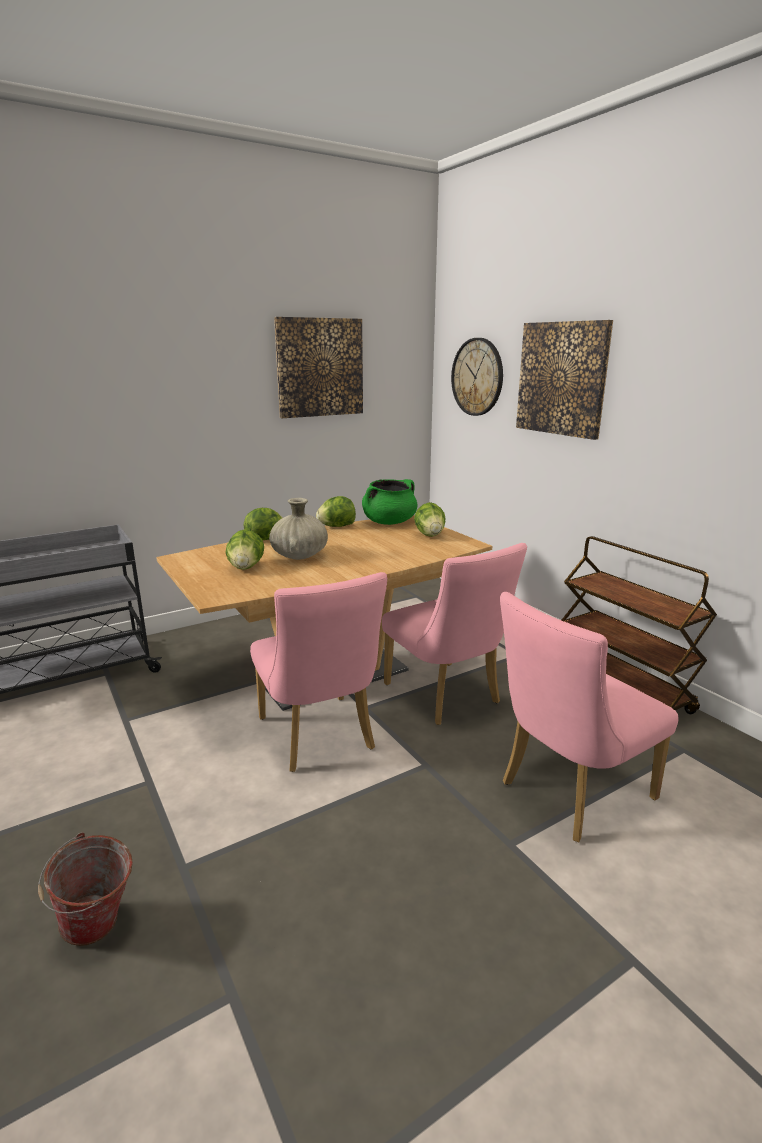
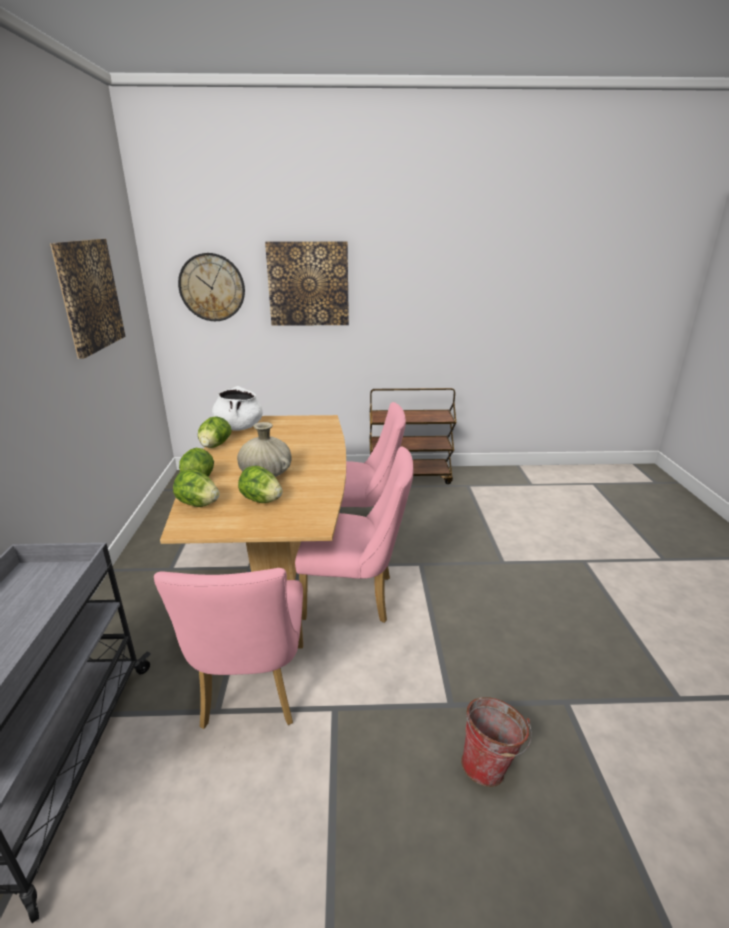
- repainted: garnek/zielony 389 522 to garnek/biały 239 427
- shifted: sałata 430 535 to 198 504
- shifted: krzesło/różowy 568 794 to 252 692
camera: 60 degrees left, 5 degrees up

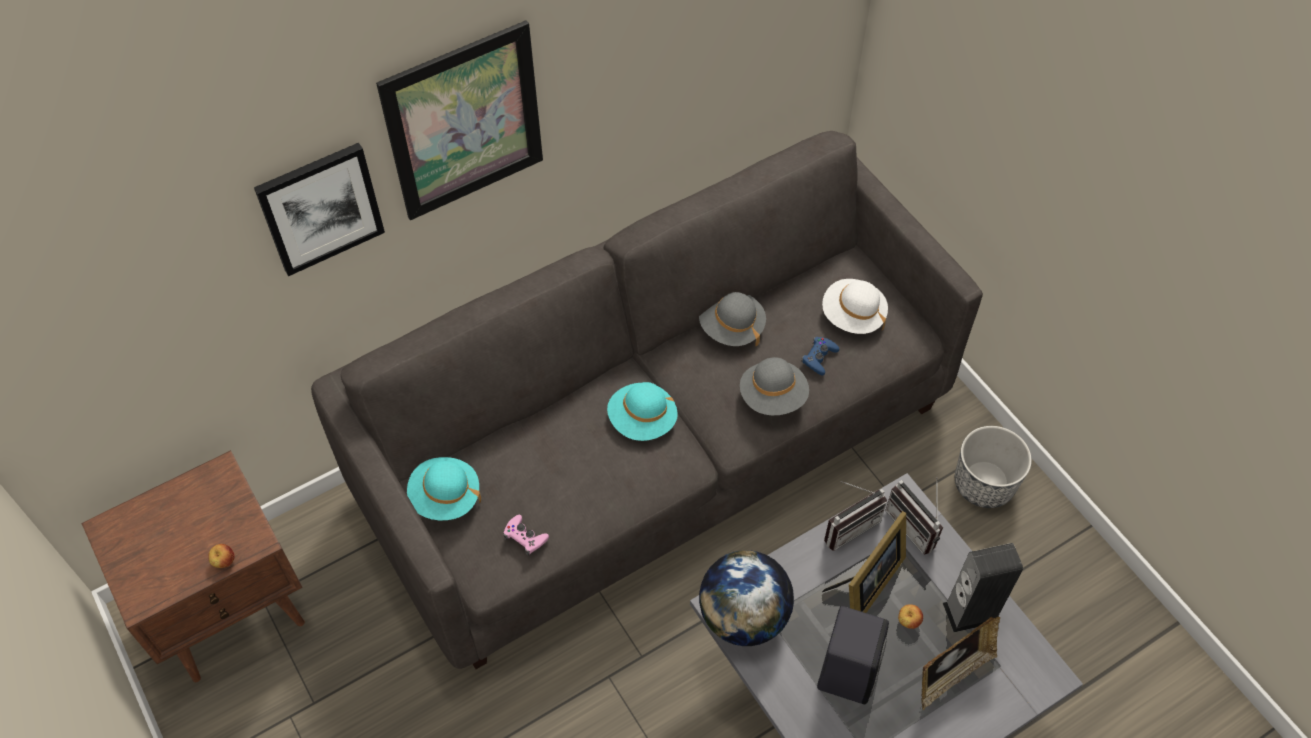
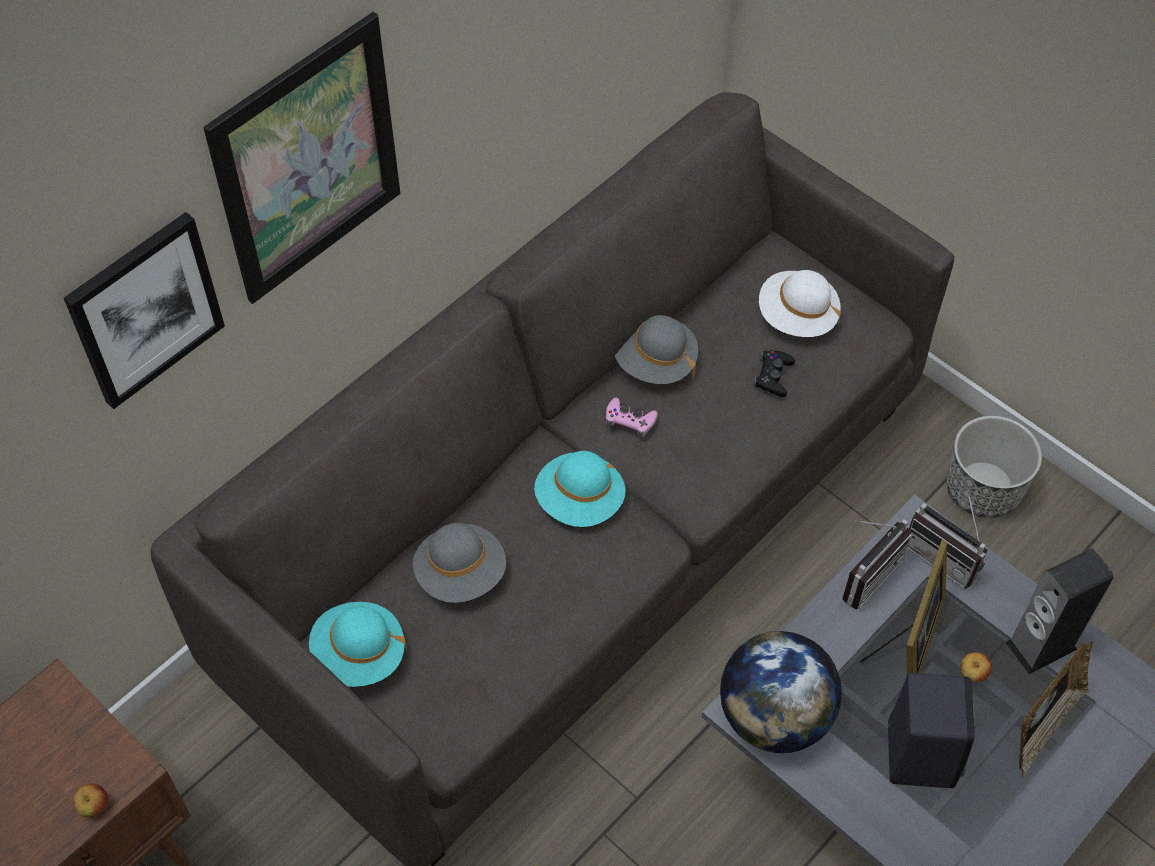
- repainted: pad do gier/niebieski 819 357 to pad do gier/czarny 773 376
- shifted: kapelusz/szary 773 397 to 461 574
- shifted: pad do gier/różowy 525 537 to 630 420
camera: 15 degrees left, 0 degrees up

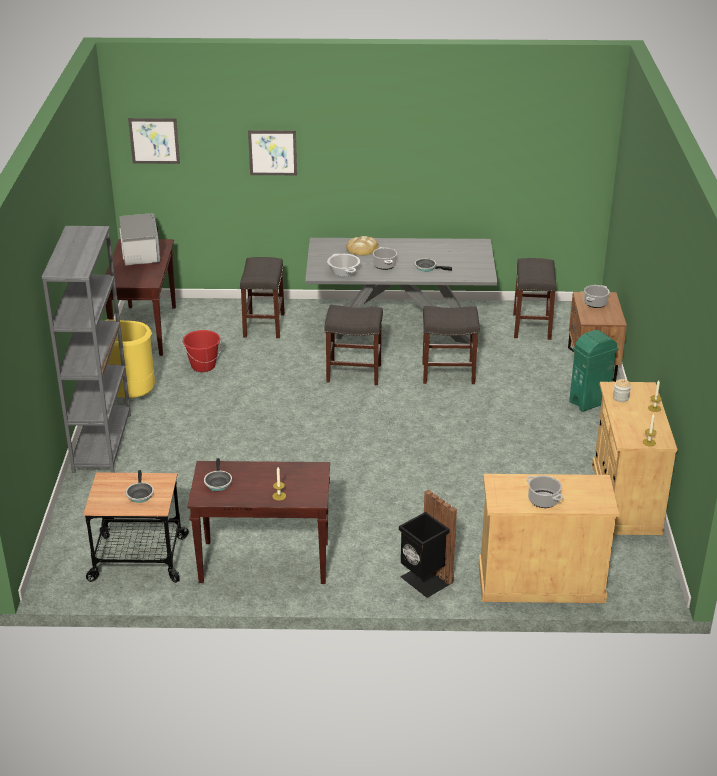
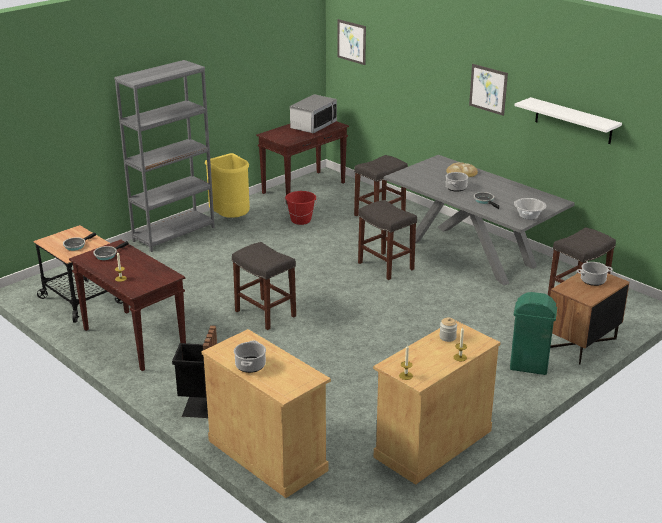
- shifted: obraz 272 152 to 488 89
- shifted: garnek 344 272 to 528 216
- shifted: stołek/szary 447 373 to 264 313
- new: półka/biały 573 121
camera: 45 degrees right, 5 degrees down

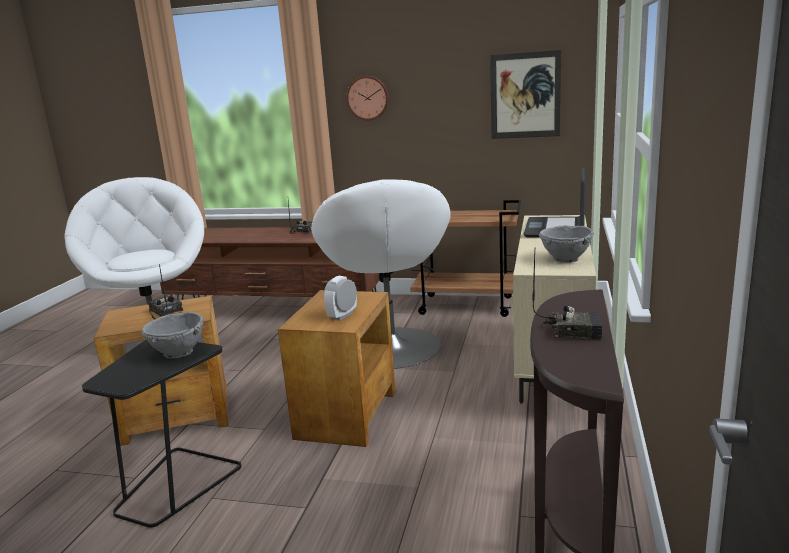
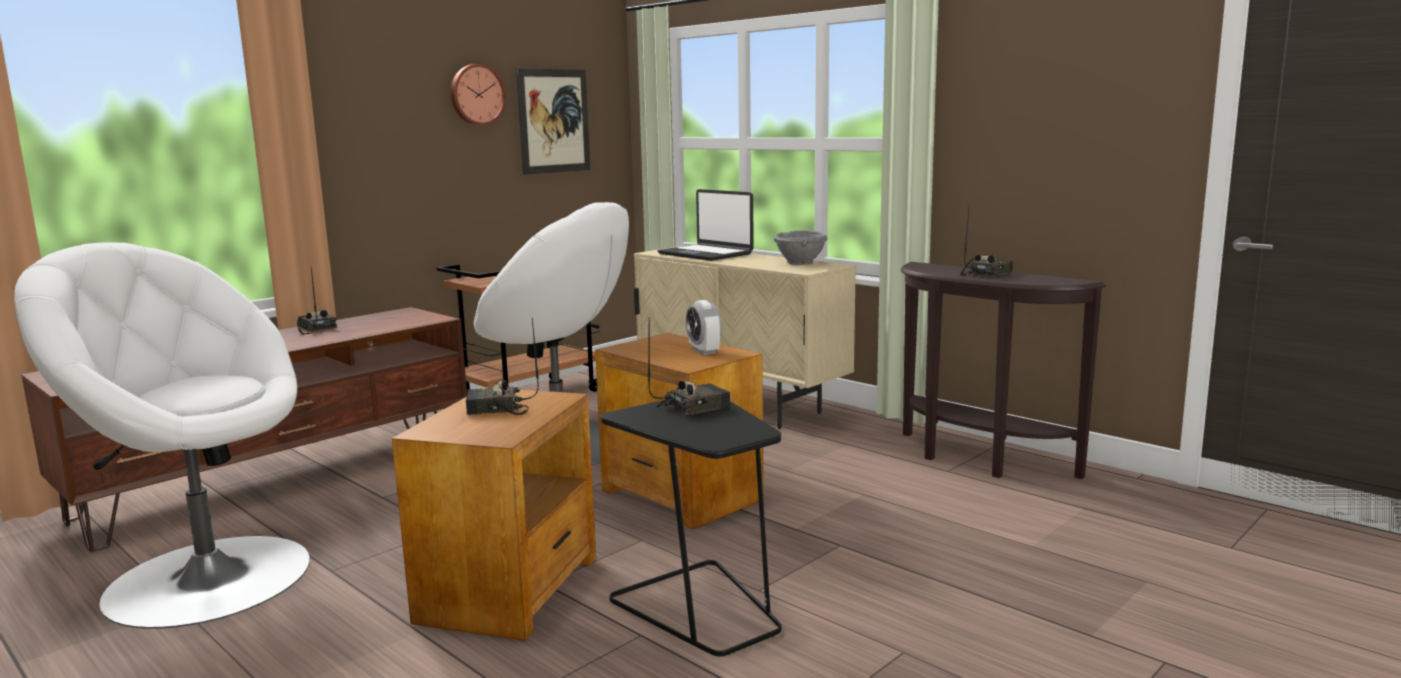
- shifted: zegar ścienny 368 98 to 476 95
- swapped: miska/szary 178 353 to radio 693 407
camera: 60 degrees left, 5 degrees down

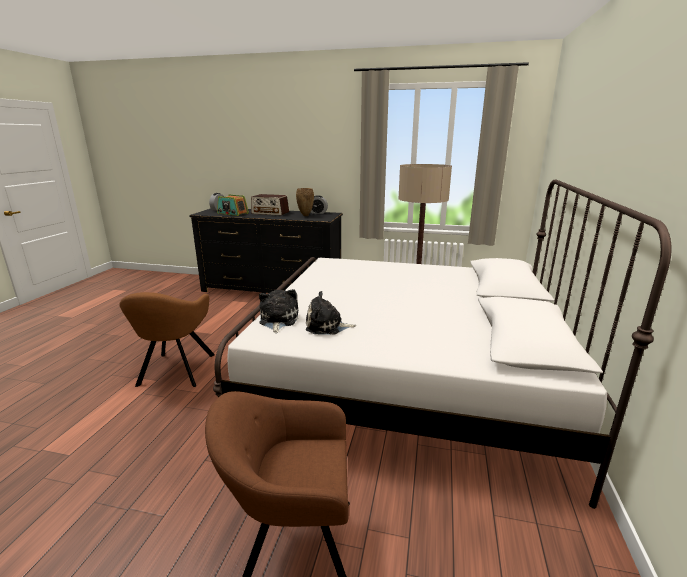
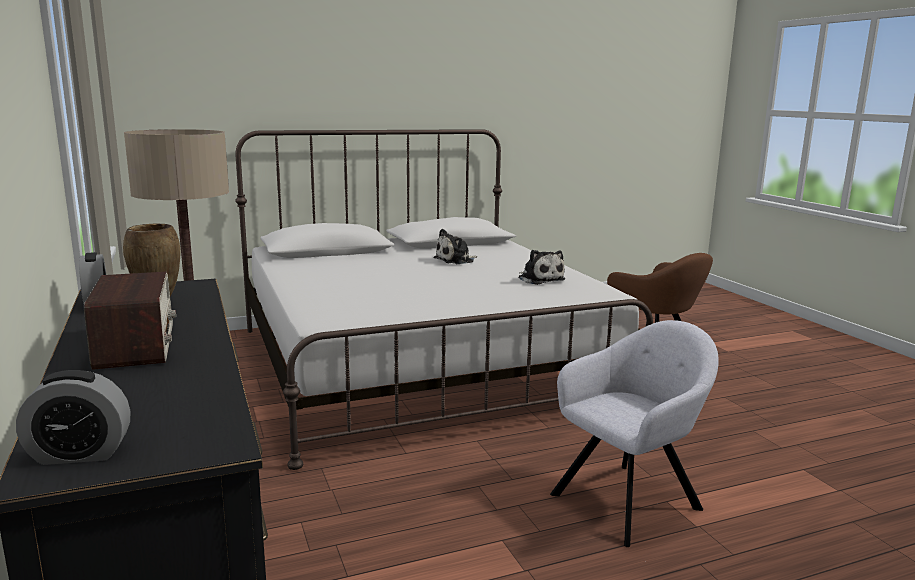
- gone: radio 232 213
- shifted: pluszak 278 320 to 456 260
- repainted: fotel/brązowy 176 371 to fotel/szary 630 499
camera: 125 degrees left, 5 degrees down

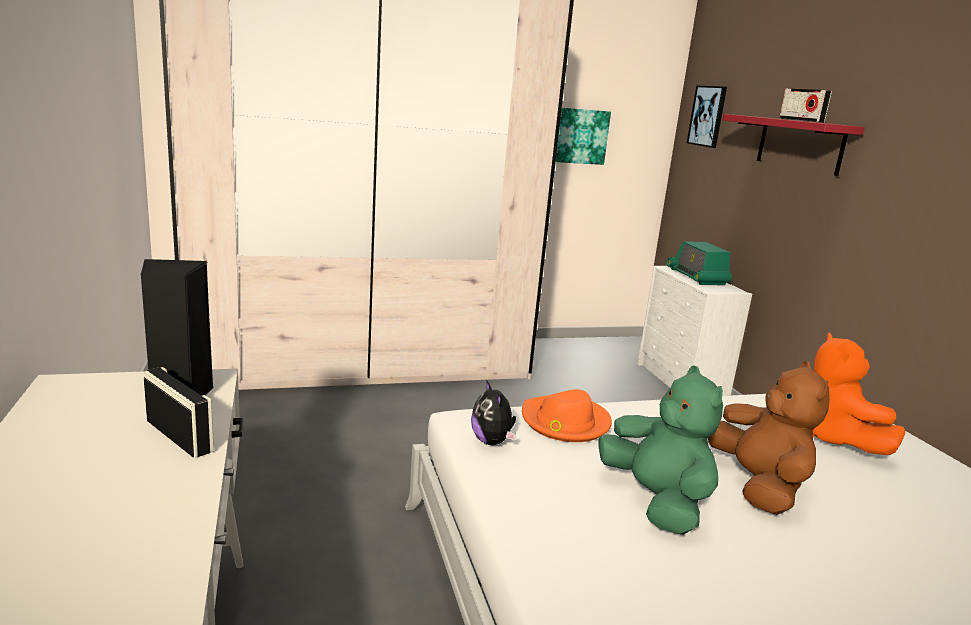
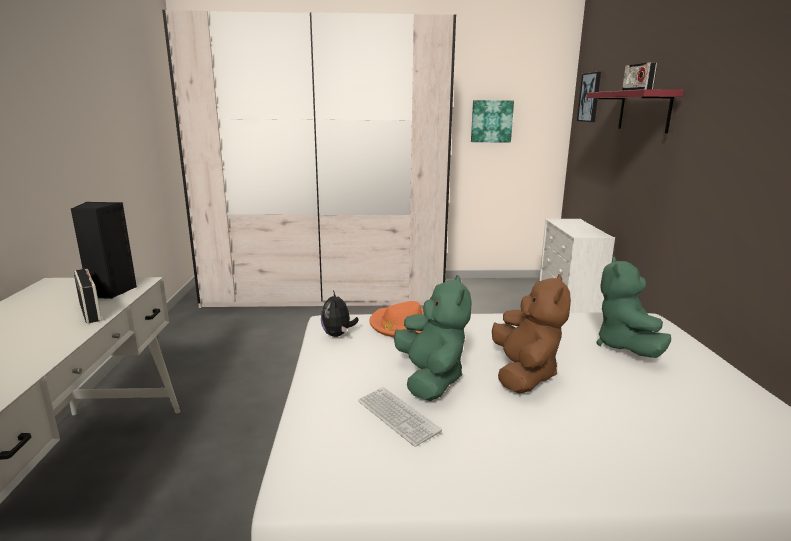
- gone: radio 697 277
- repainted: pluszak/pomarańczowy 836 440 to pluszak/zielony 626 347
- new: klawiatura 397 416
camera: 15 degrees right, 0 degrees up

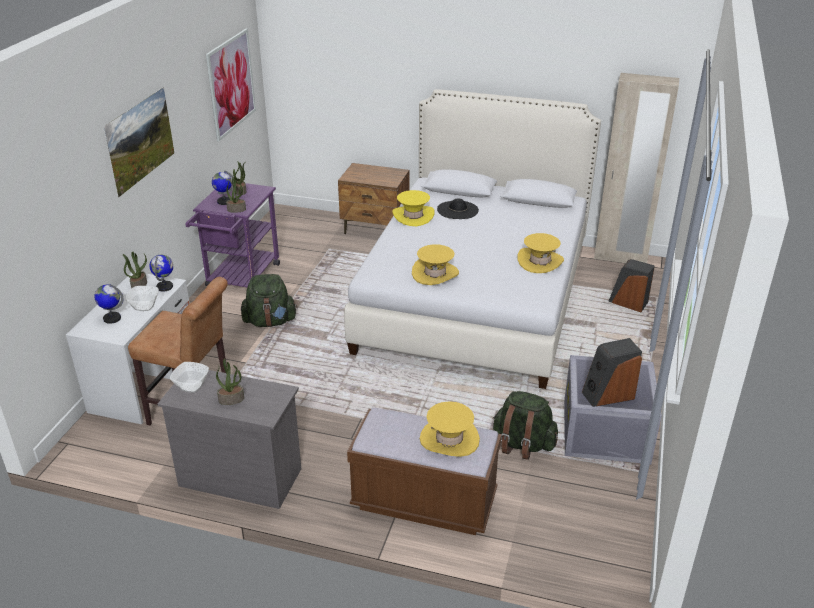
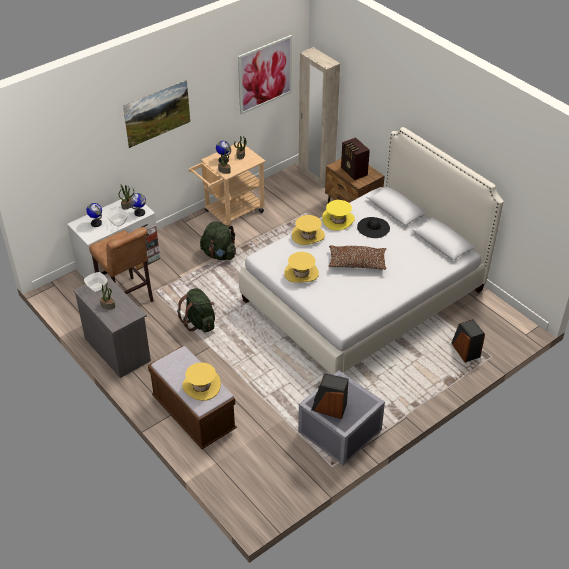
- shifted: szafa/beżowy 620 257 to 316 176
- repainted: wózek/fioletowy 240 279 to wózek/beżowy 230 213
- shifted: kapelusz/żółty 540 261 to 308 235
- shifted: plecak/zielony 522 444 to 199 322
- new: radio 354 172
- new: poduszka/brązowy 357 263
camera: 35 degrees right, 10 degrees up

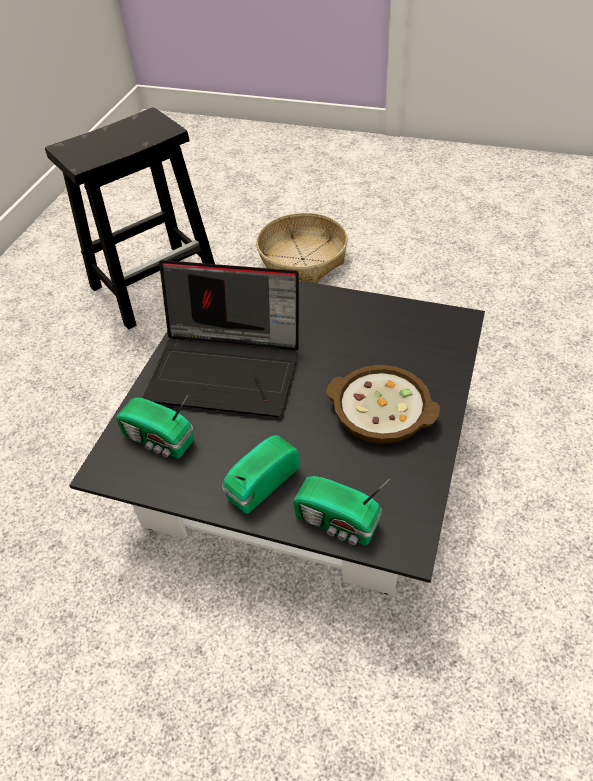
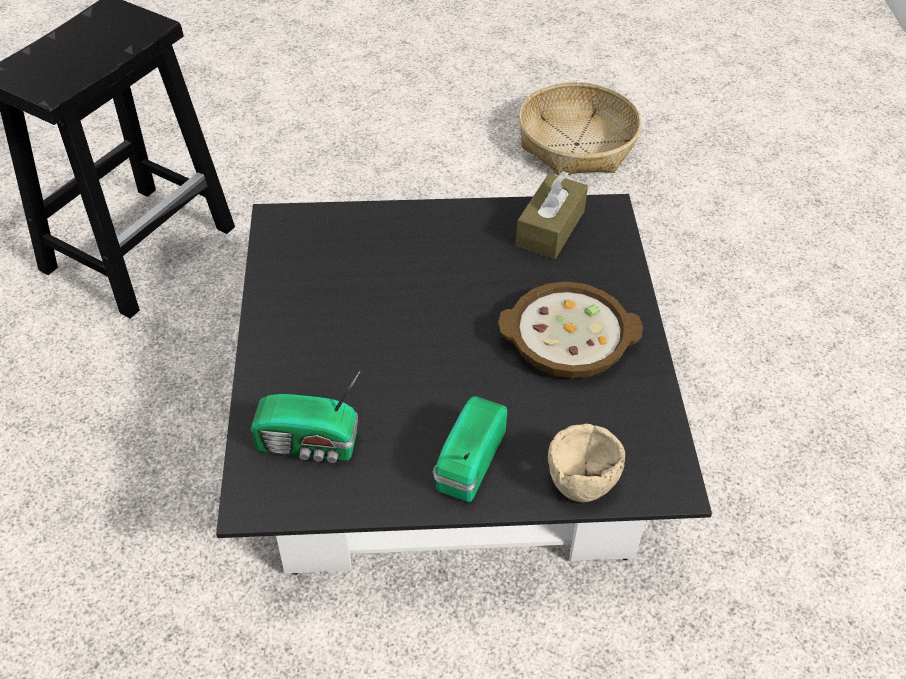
- shifted: koszyk 303 259 to 576 144
- gone: laptop 228 368
- swapped: radio 338 523 to miska/beżowy 582 481
- new: pudełko chusteczek/brązowy 550 228
camera: 25 degrees left, 0 degrees up

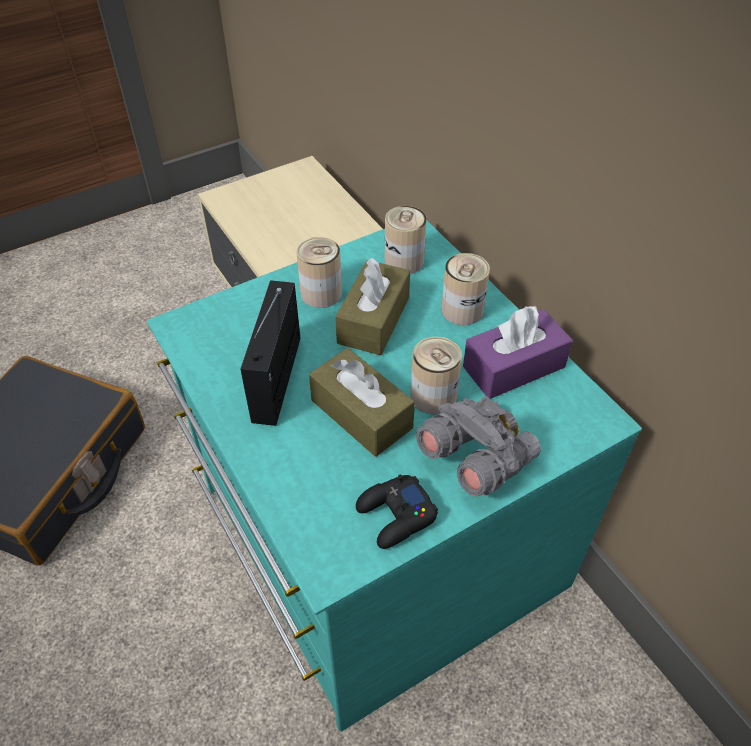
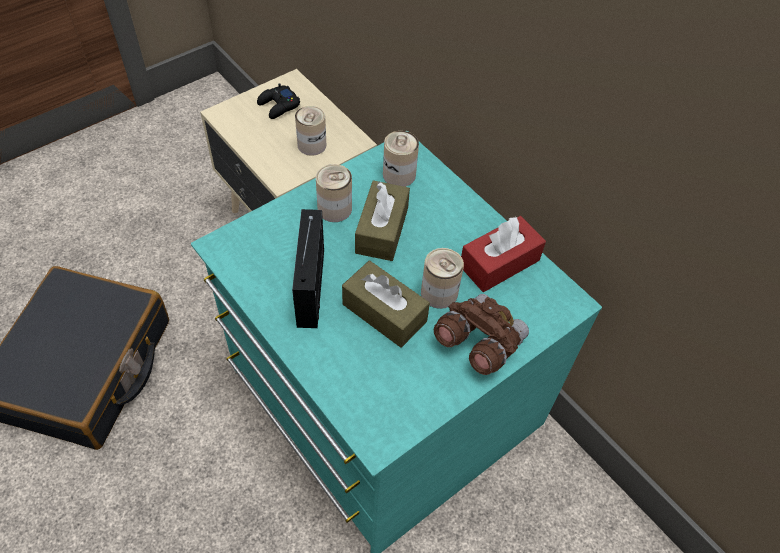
- shifted: puszka 462 310 to 311 145
- repainted: pudełko chusteczek/fioletowy 514 367 to pudełko chusteczek/czerwony 499 263
- repainted: lornetka/szary 475 458 to lornetka/brązowy 478 342
- shifted: pad do gier/czarny 396 516 to 278 106
camera: 10 degrees left, 5 degrees up

